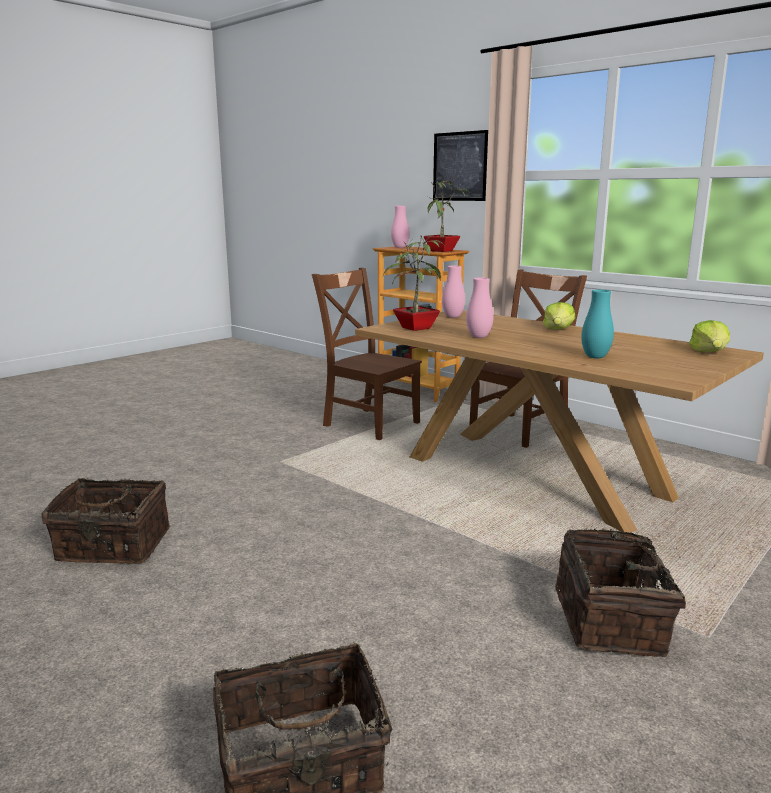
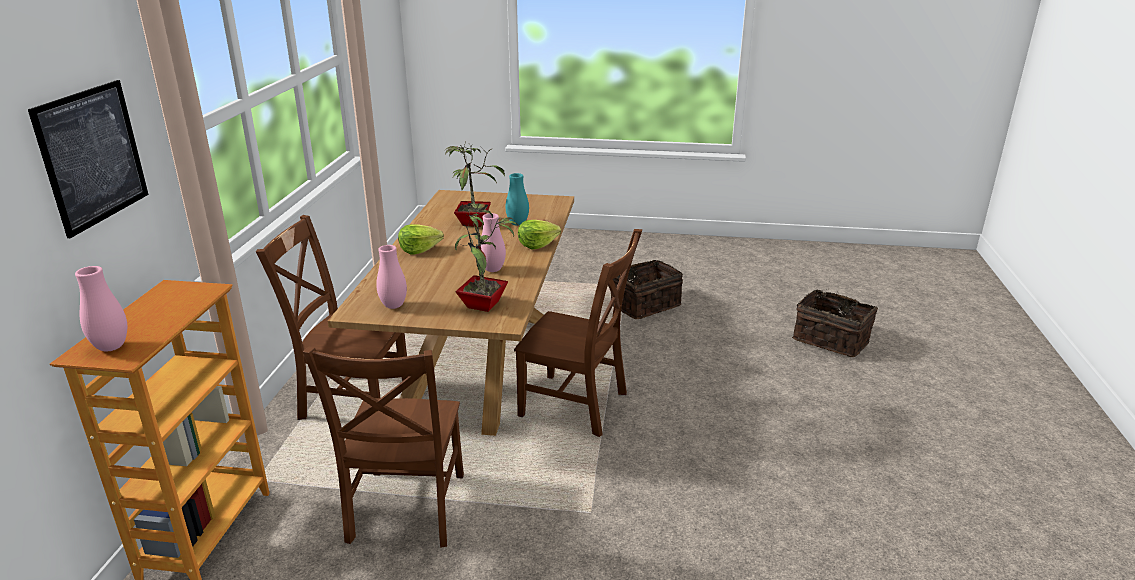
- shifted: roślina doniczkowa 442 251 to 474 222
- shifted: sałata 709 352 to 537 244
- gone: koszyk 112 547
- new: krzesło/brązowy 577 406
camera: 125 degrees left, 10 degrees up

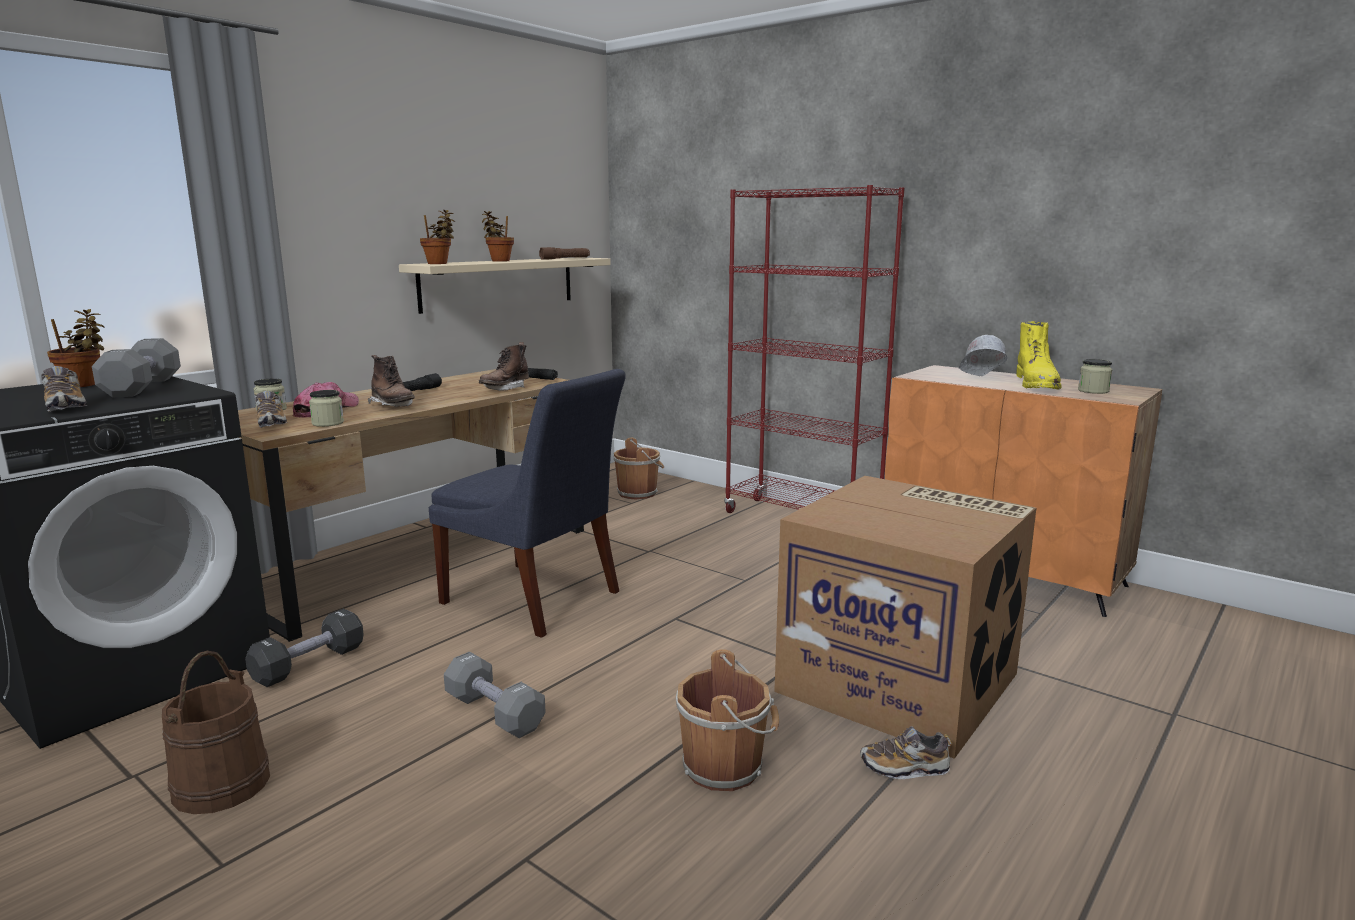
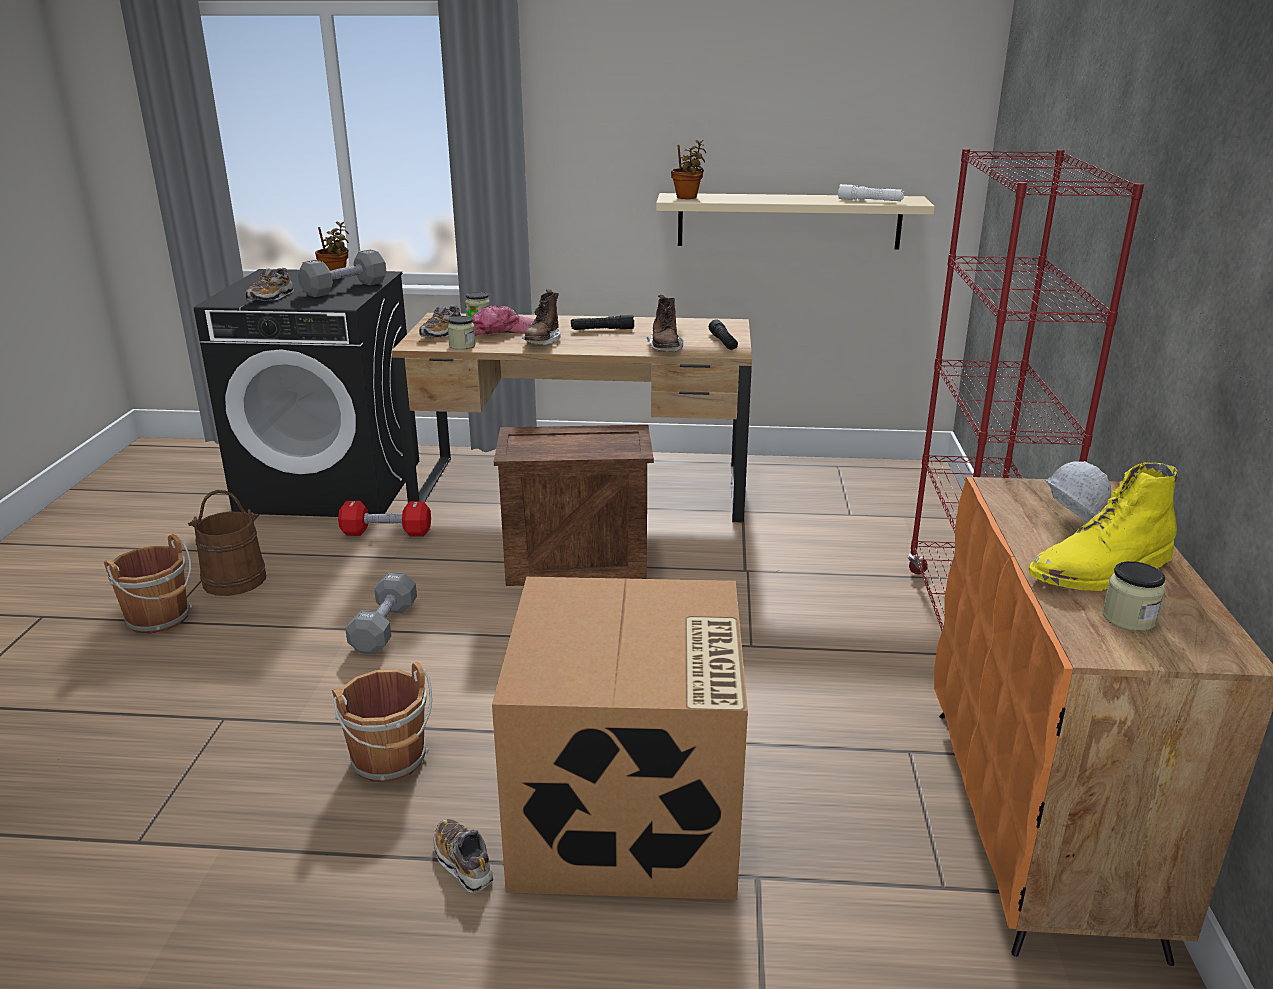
- gone: roślina doniczkowa 499 261
- repainted: latarka/brązowy 565 259 to latarka/biały 870 201
- rotated: but z cholewką/brązowy 505 389 = 665 348 90 degrees counterclockwise
- swapped: krzesło/niebieski 535 600 to skrzynka 575 564
- shifted: wiadro/brązowy 639 493 to 160 619
- repainted: hantel/czarny 309 664 to hantel/czerwony 386 533
camera: 55 degrees right, 10 degrees up

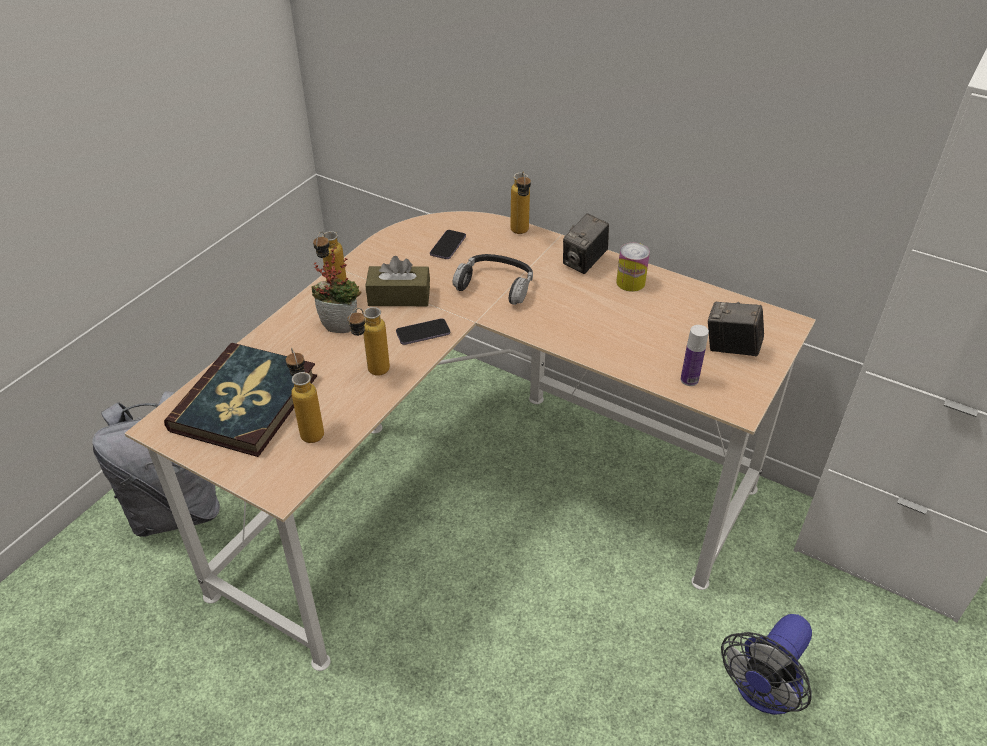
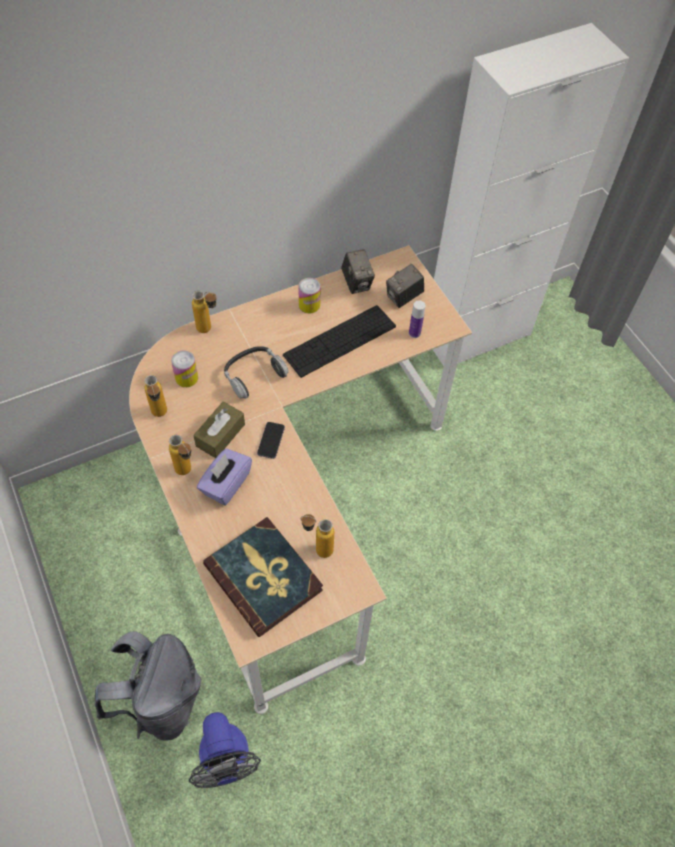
- shifted: aparat fotograficzny 584 262 to 357 283
- swapped: telefon 448 246 to puszka 186 378
- swapped: roślina doniczkowa 342 326 to pudełko chusteczek/fioletowy 226 484
- shifted: butelka 372 374 to 160 416
- shifted: wentylator 762 692 to 226 760
- new: klawiatura 340 340
camera: 60 degrees left, 15 degrees up

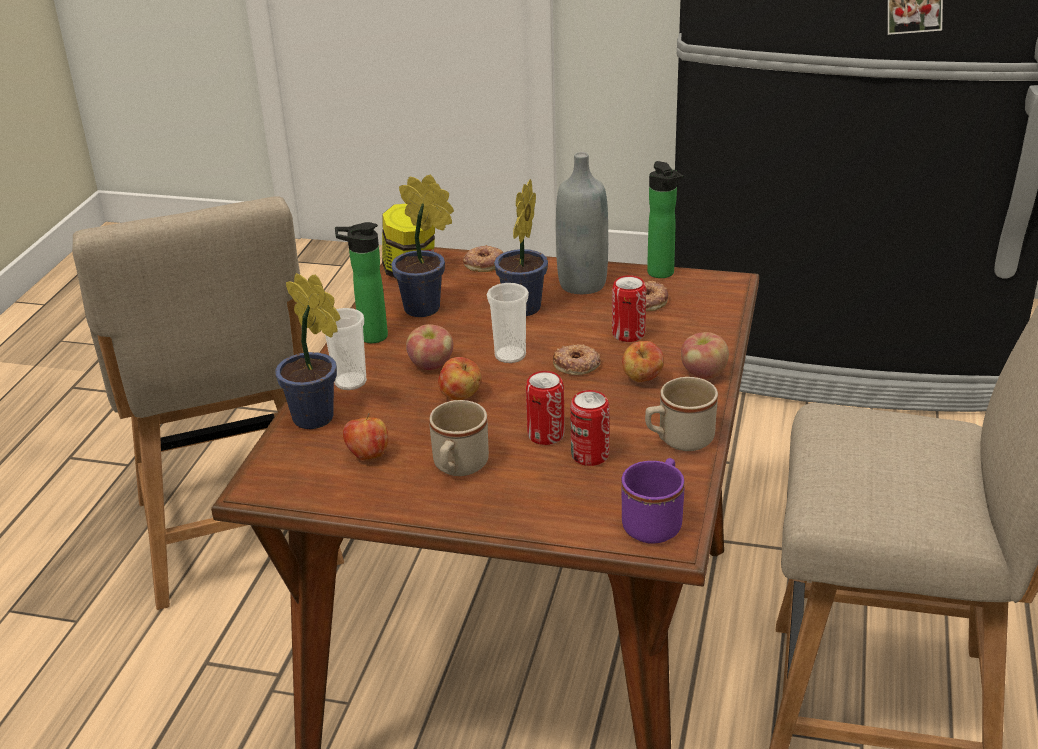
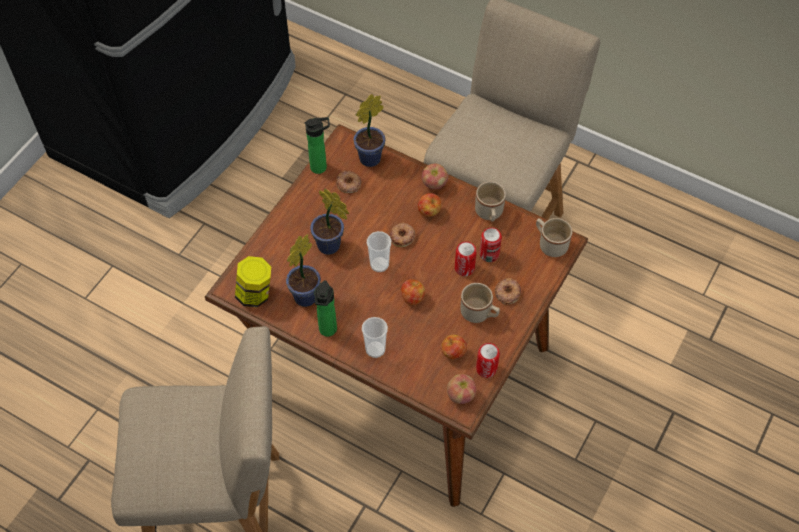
- gone: butelka/szary 582 284
- shifted: donut 484 263 to 507 293
- shifted: roślina doniczkowa 317 420 to 372 157
- shifted: puszka 628 334 to 486 369
- shifted: jabłko 431 365 to 460 395
- repainted: kubek/fioletowy 655 521 to kubek/beżowy 550 243
camera: 75 degrees left, 25 degrees up

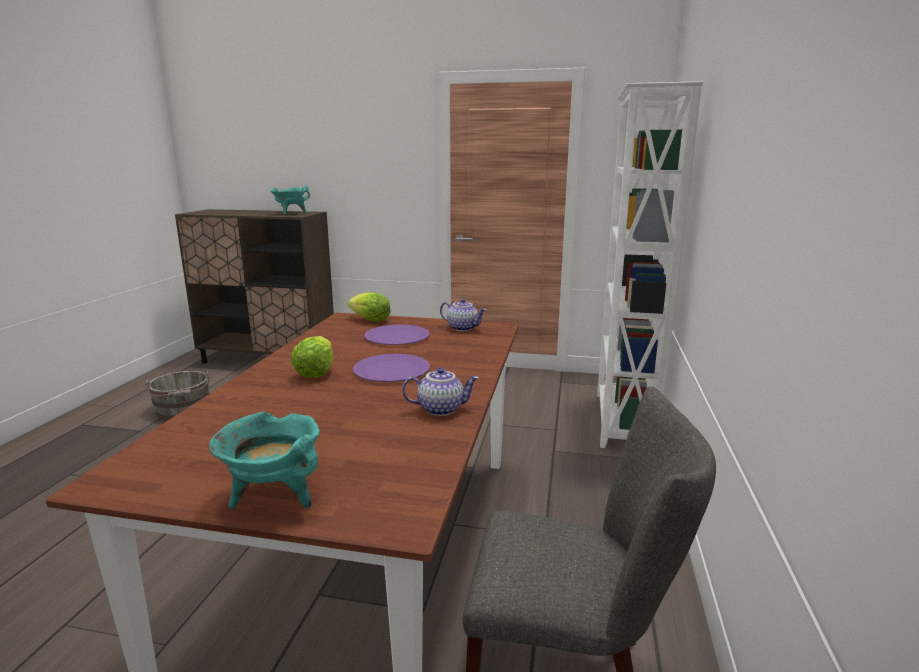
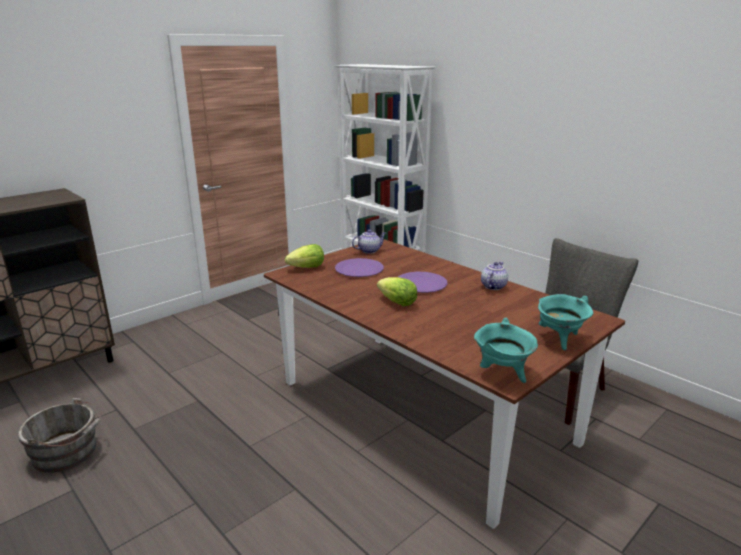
- shifted: garnek/turkusowy 291 213 to 502 373
camera: 55 degrees left, 5 degrees up

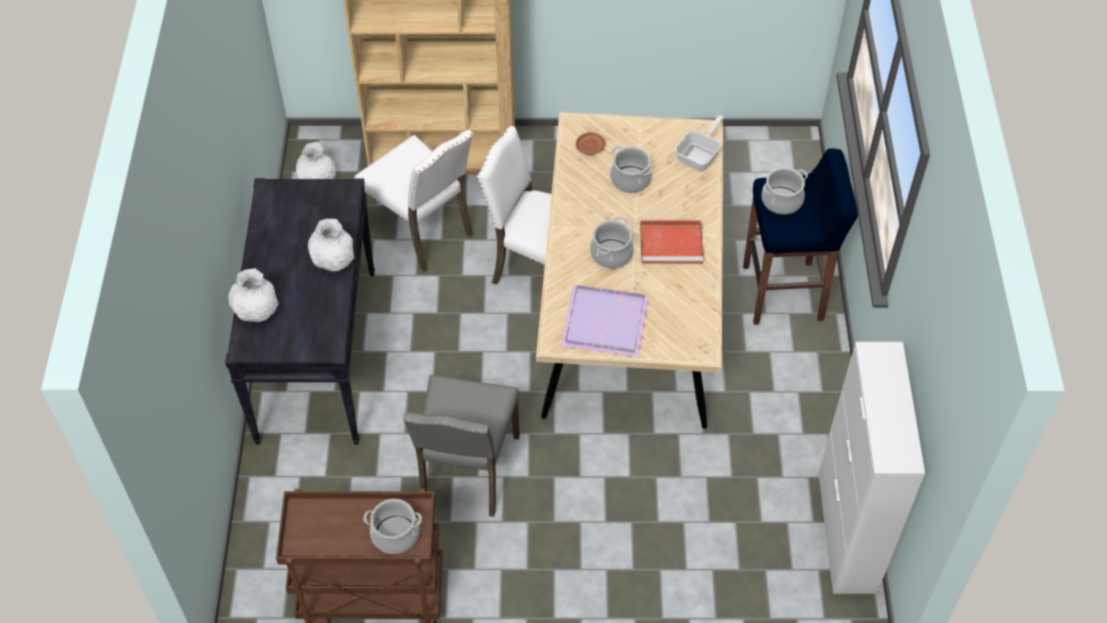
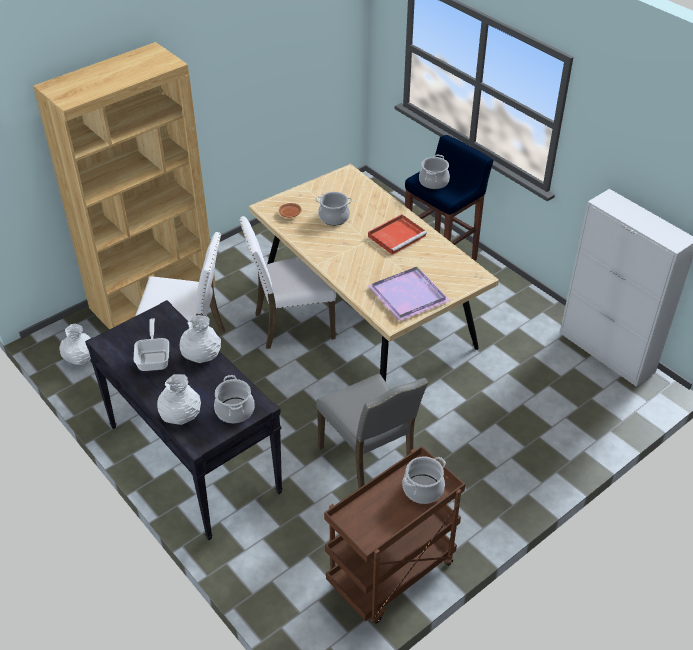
- shifted: patelnia 700 155 to 154 358
- shifted: garnek 611 254 to 235 410
camera: 40 degrees left, 10 degrees down

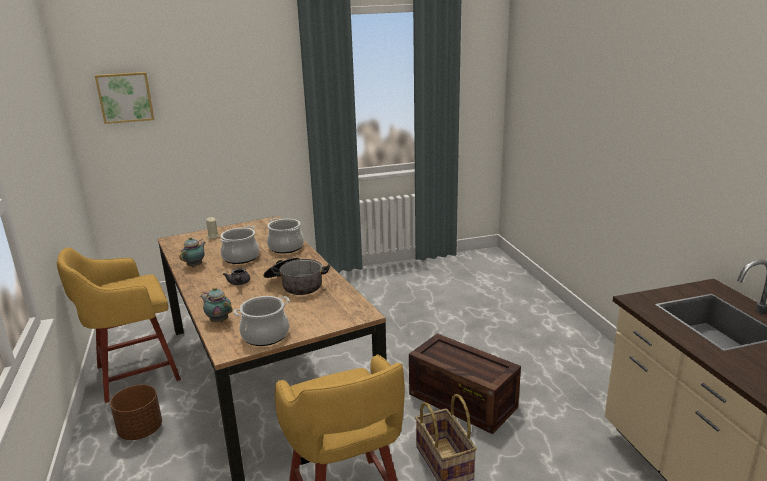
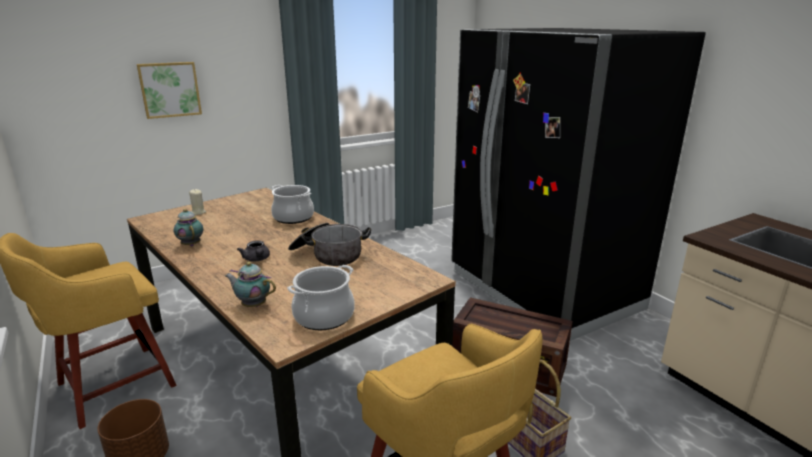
- shifted: obraz 125 97 to 170 89
- gone: garnek 241 258
- rotated: imbryk 196 265 = 191 244 45 degrees counterclockwise
- new: lodówka/czarny 542 290
camera: 15 degrees left, 0 degrees up

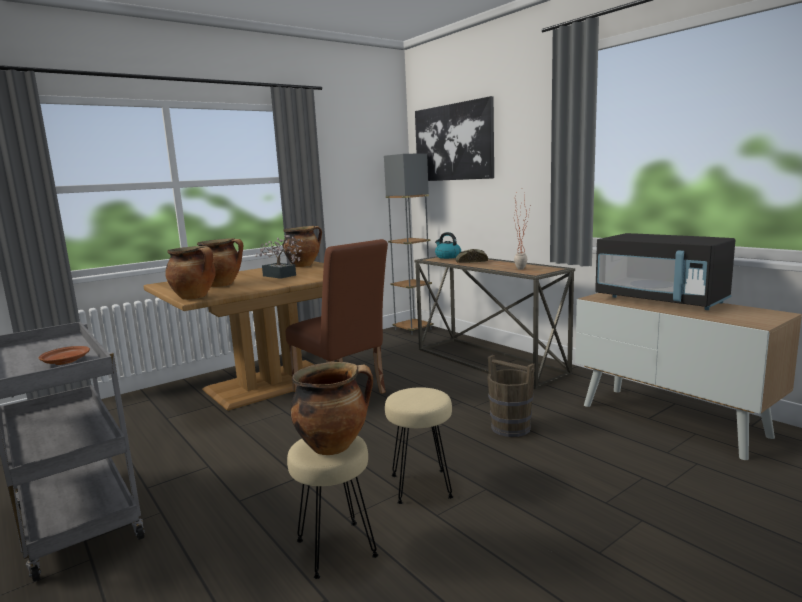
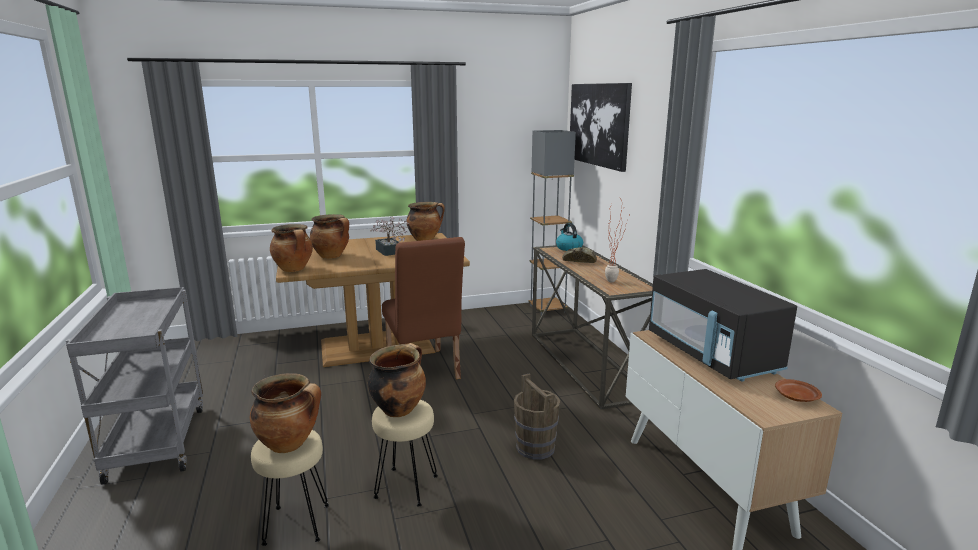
- shifted: talerz/brązowy 66 361 to 796 397
- new: garnek 399 409
camera: 20 degrees right, 5 degrees up

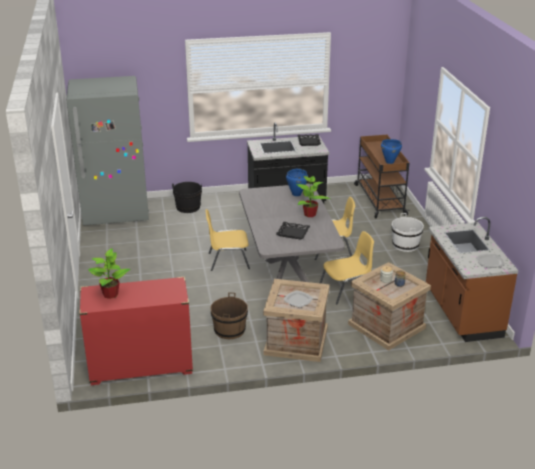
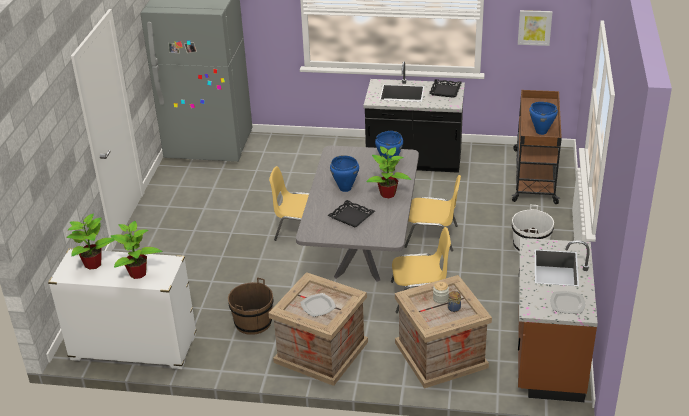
- gone: wiadro/czarny 188 207
- repainted: komoda/czerwony 140 366 to komoda/biały 133 348
- new: obraz 534 27
- new: garnek/niebieski 345 188
- new: roślina doniczkowa 138 274
camera: 20 degrees right, 5 degrees up

